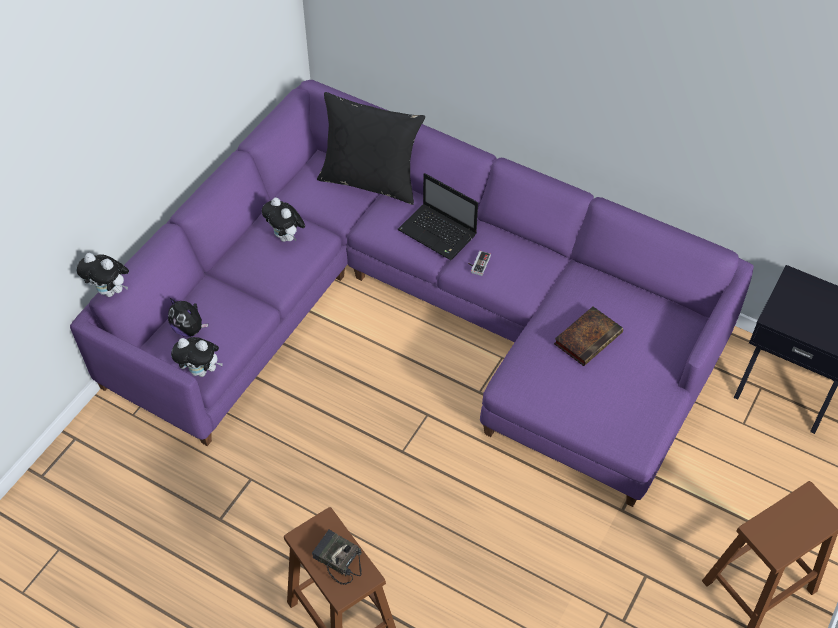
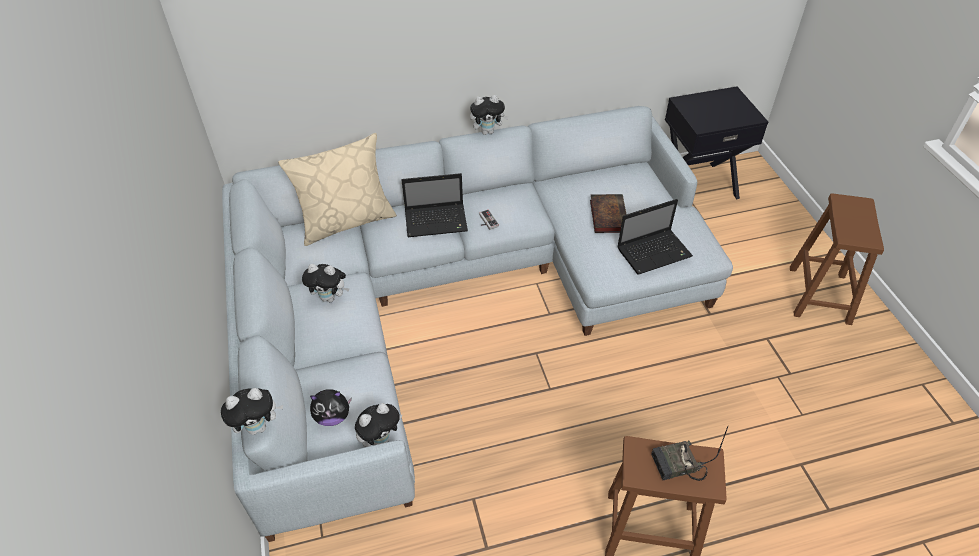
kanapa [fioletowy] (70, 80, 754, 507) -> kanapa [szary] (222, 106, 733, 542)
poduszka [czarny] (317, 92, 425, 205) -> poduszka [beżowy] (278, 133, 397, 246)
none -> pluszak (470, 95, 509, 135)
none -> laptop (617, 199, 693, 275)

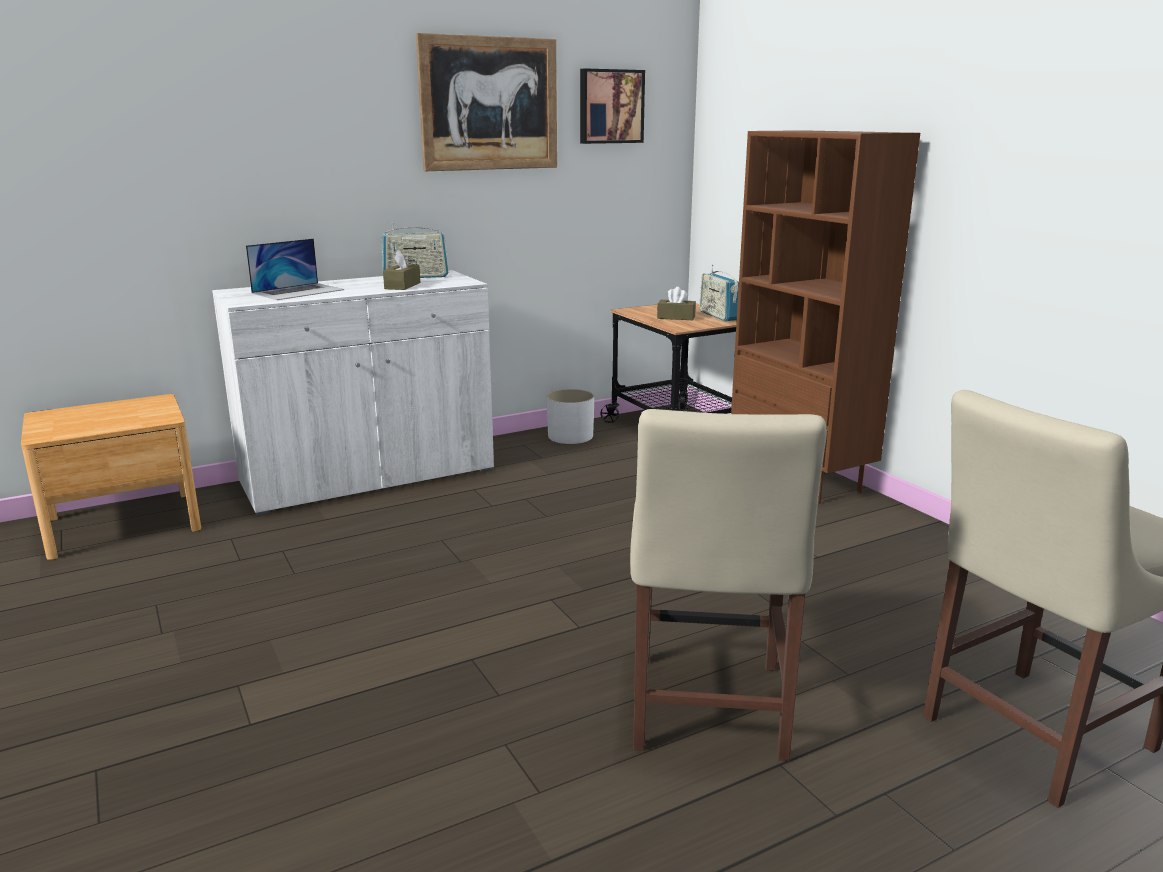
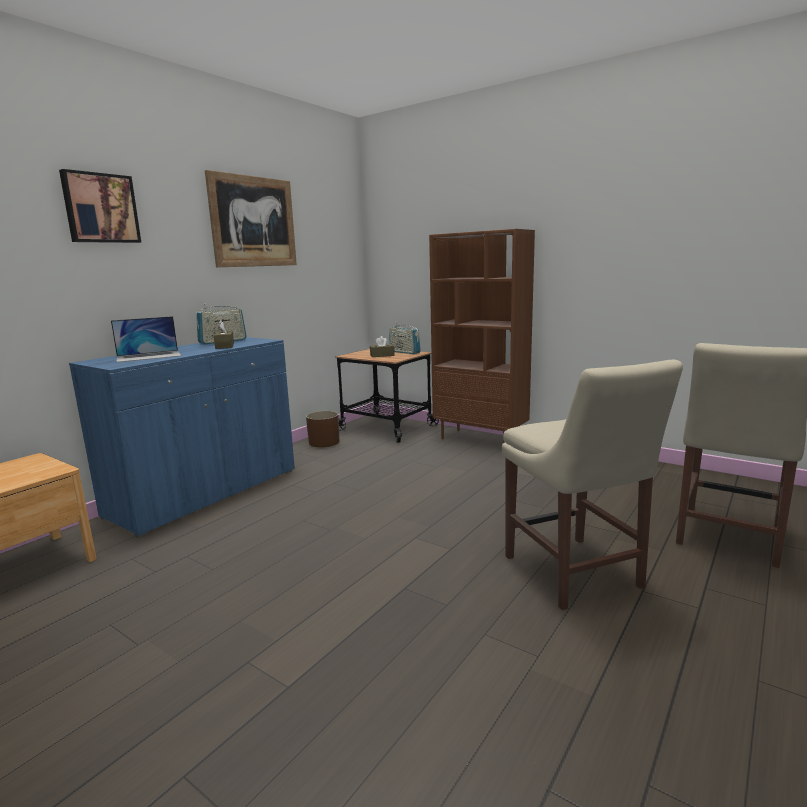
obraz (580, 68, 645, 144) -> obraz (59, 169, 141, 243), relocated
laptop (246, 238, 344, 300) -> laptop (111, 316, 181, 362), 45 degrees clockwise
szafka [biały] (212, 270, 494, 516) -> szafka [niebieski] (69, 337, 295, 538)
donica [biały] (547, 389, 594, 444) -> donica [brązowy] (306, 411, 339, 447)

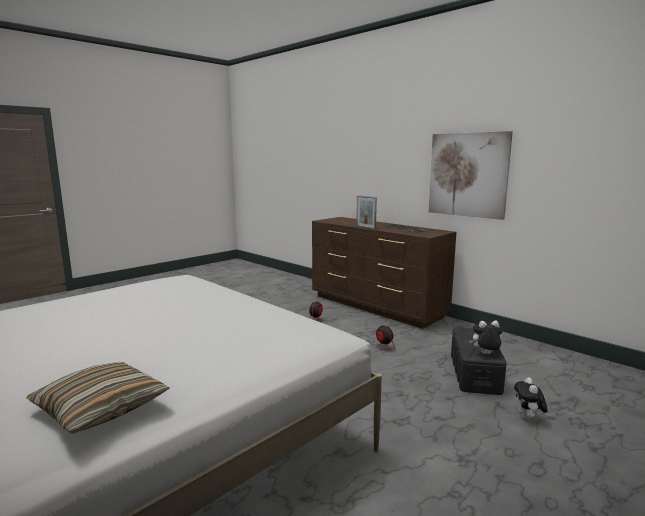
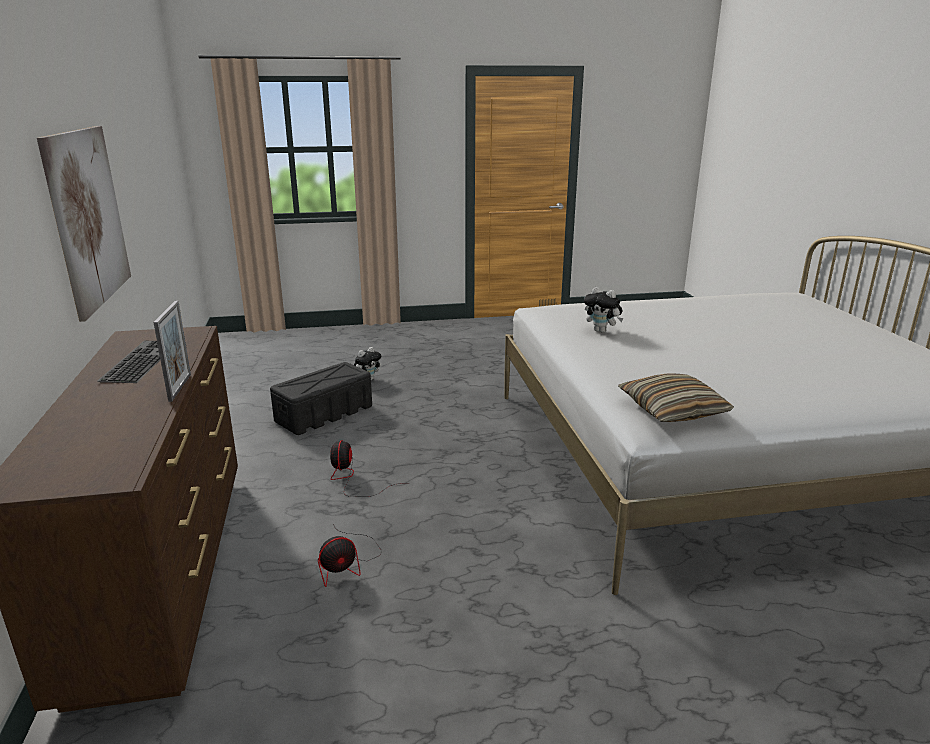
pluszak (469, 320, 503, 354) -> pluszak (584, 287, 623, 333), relocated
poduszka (27, 362, 170, 434) -> poduszka (618, 373, 734, 422), relocated

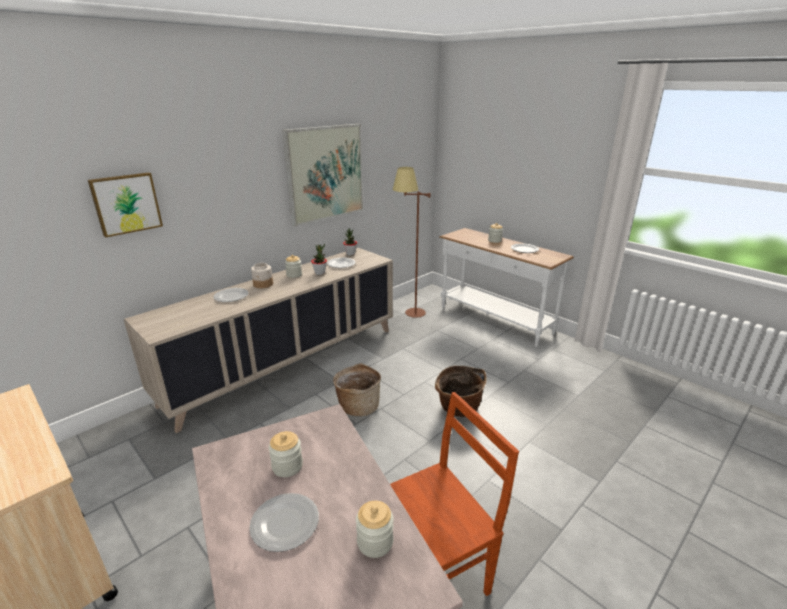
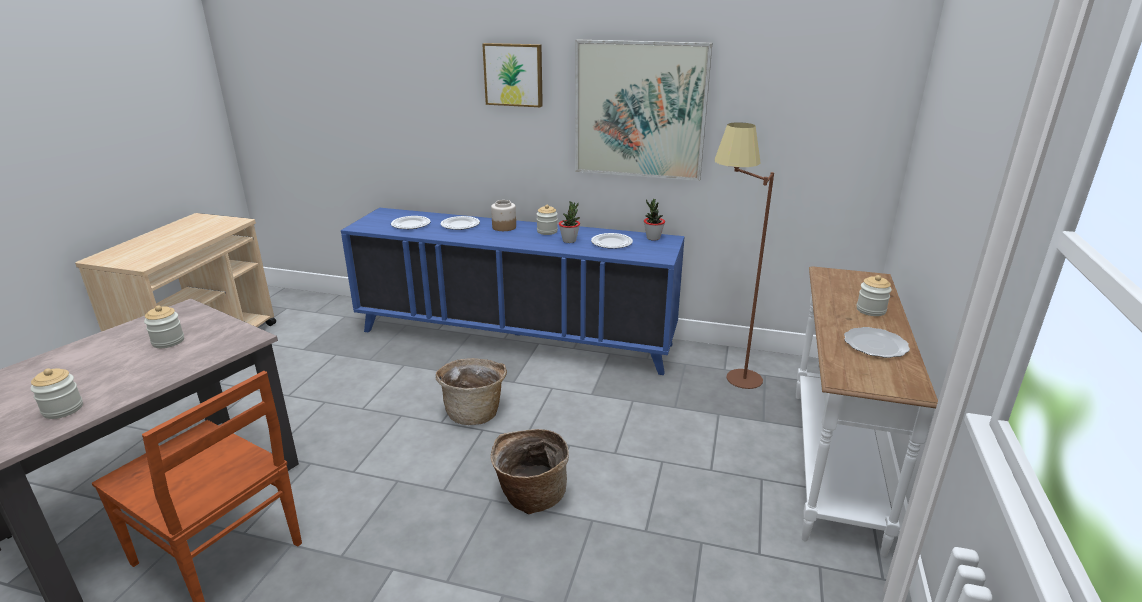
obraz (88, 172, 163, 237) -> obraz (482, 43, 543, 107), relocated
szafka [beżowy] (124, 248, 393, 433) -> szafka [niebieski] (341, 208, 685, 375)
talerz (249, 493, 319, 552) -> talerz (391, 216, 431, 229), relocated

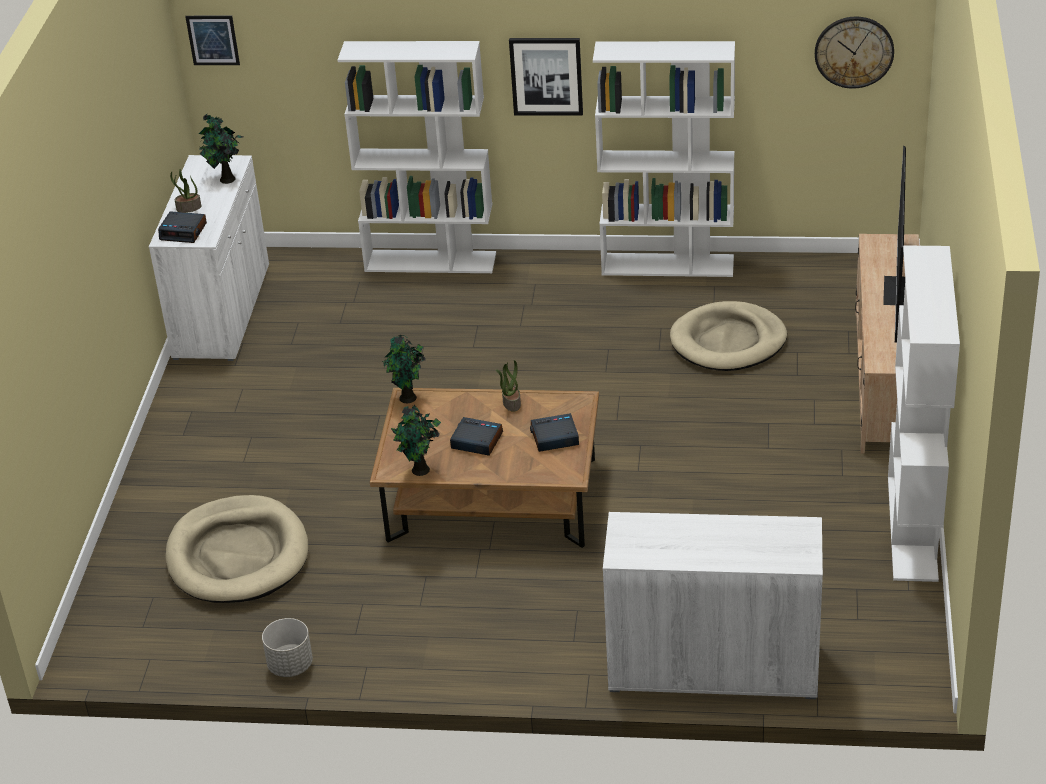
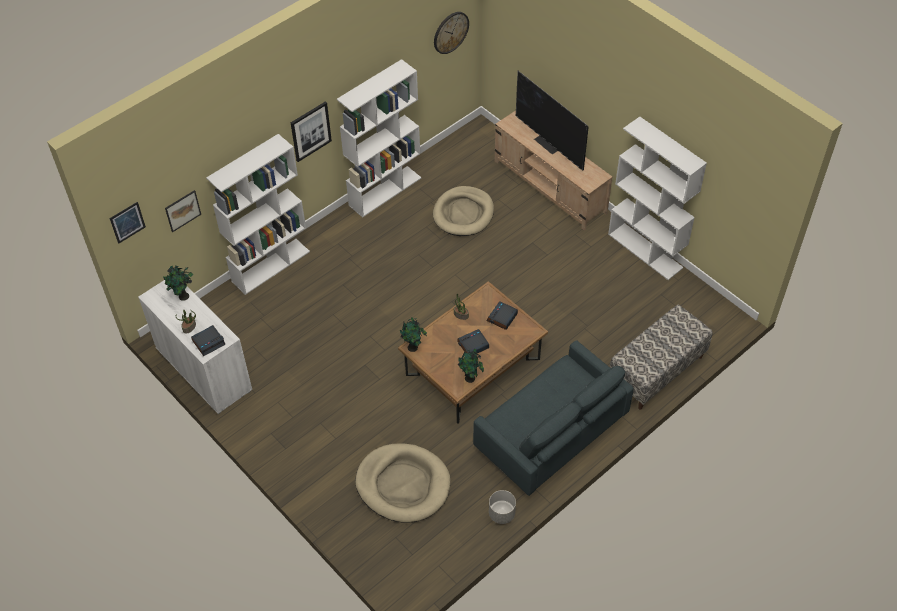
szafka [biały] (603, 512, 823, 699) -> ławka (610, 305, 713, 410)
none -> obraz (165, 190, 201, 232)
none -> kanapa [szary] (473, 340, 634, 496)

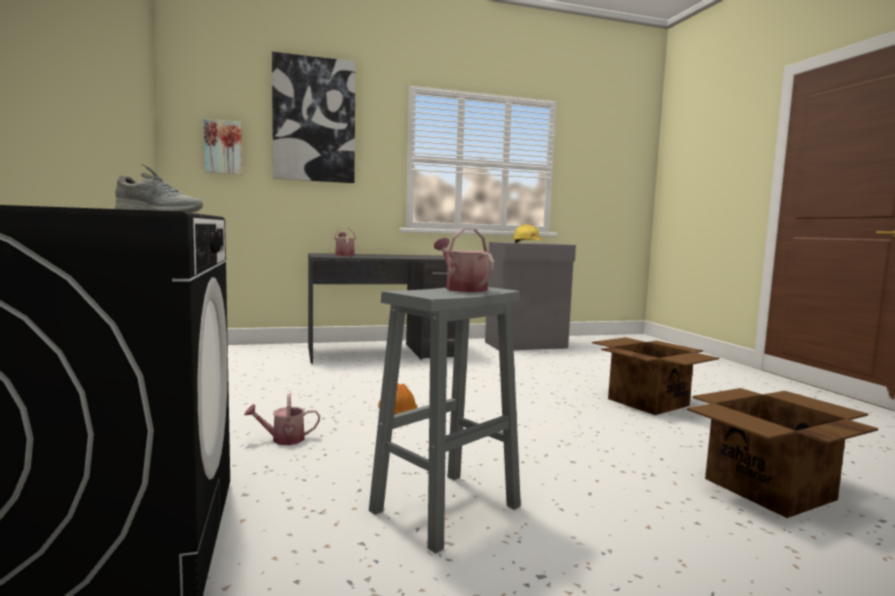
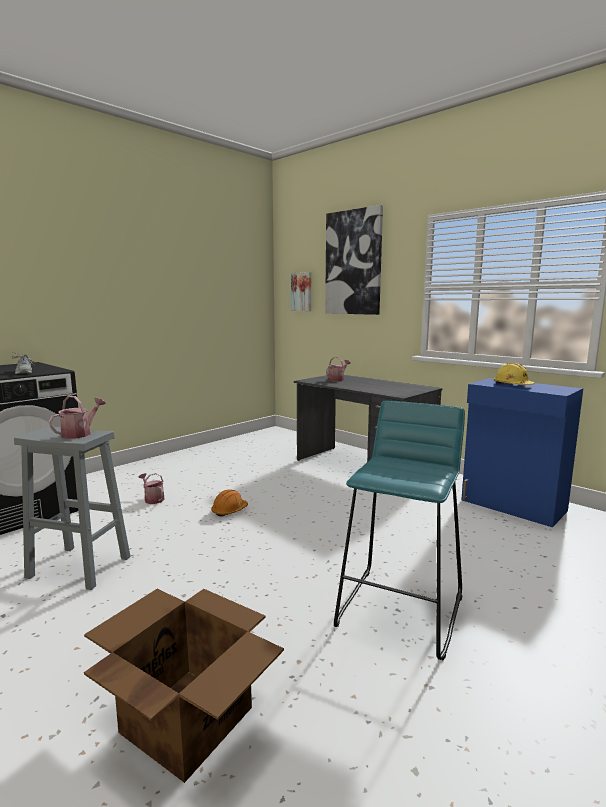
szafka [szary] (485, 242, 576, 350) -> szafka [niebieski] (461, 378, 583, 527)
karton (592, 337, 719, 415) -> stołek [turkusowy] (334, 401, 465, 660)

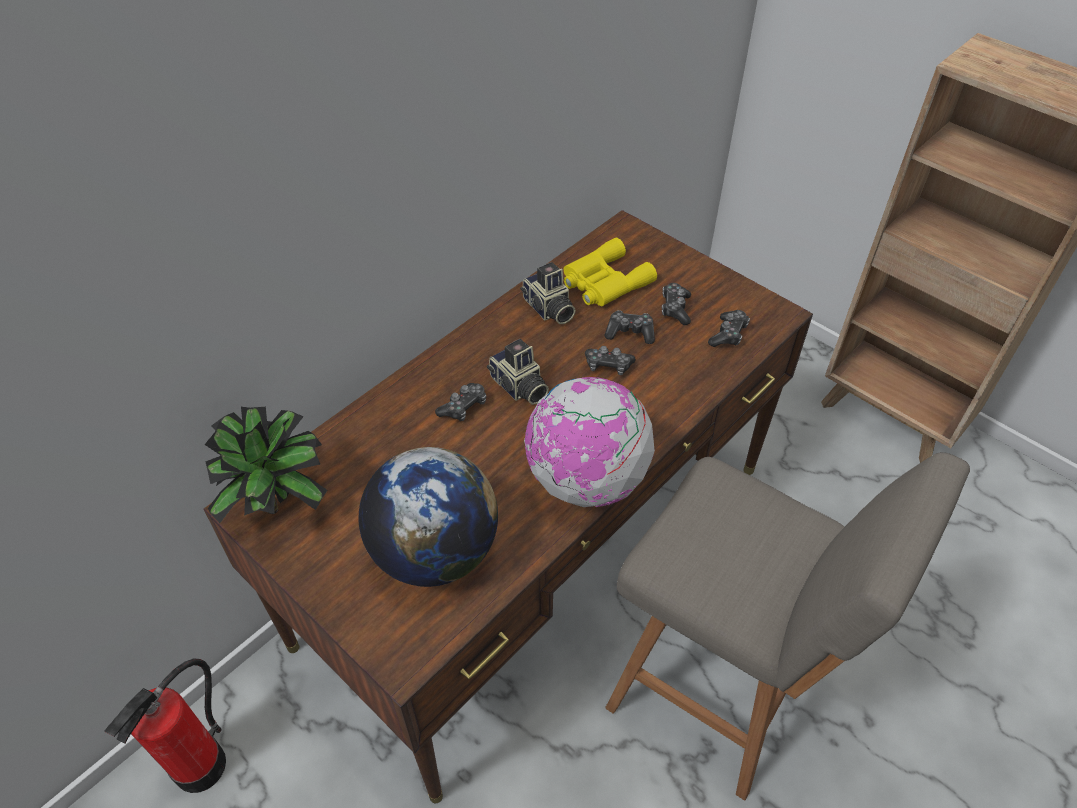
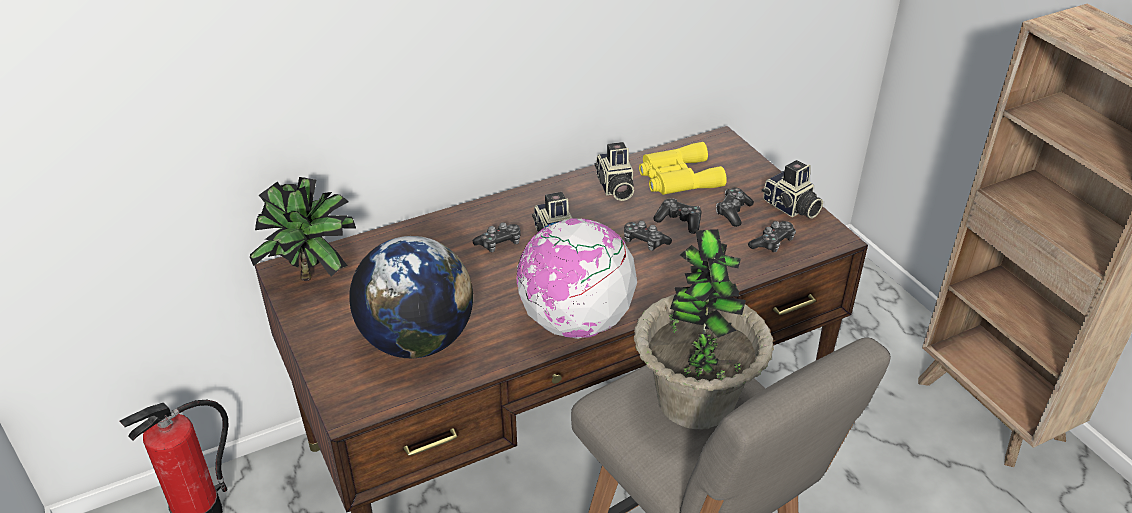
none -> aparat fotograficzny (762, 160, 823, 218)
none -> roślina doniczkowa (634, 229, 774, 429)

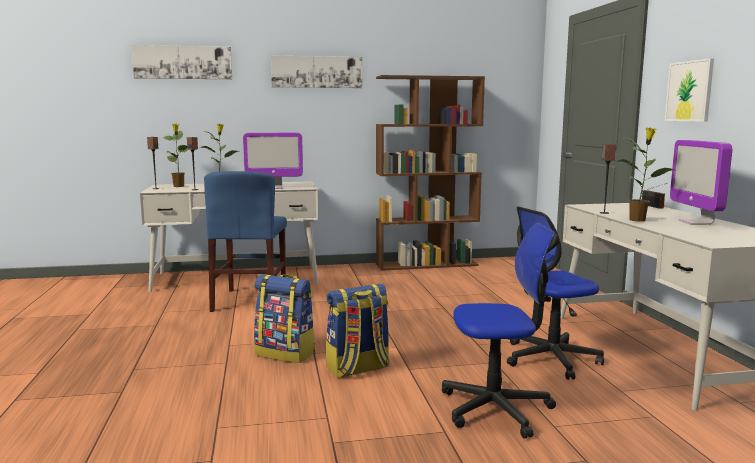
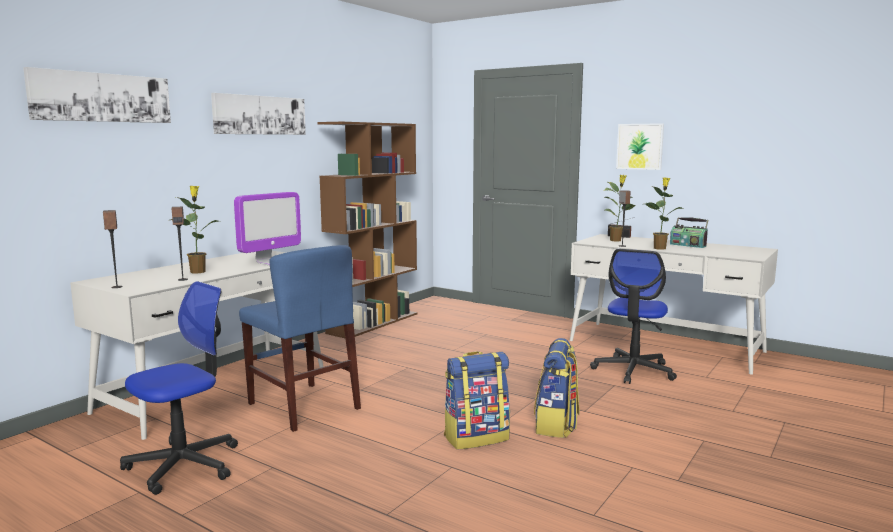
roślina doniczkowa (163, 124, 188, 187) -> roślina doniczkowa (604, 175, 636, 241), relocated
monitor (670, 140, 732, 225) -> radio (670, 217, 708, 248)
krzesło biurowe (442, 223, 556, 439) -> krzesło biurowe (120, 281, 238, 495), relocated

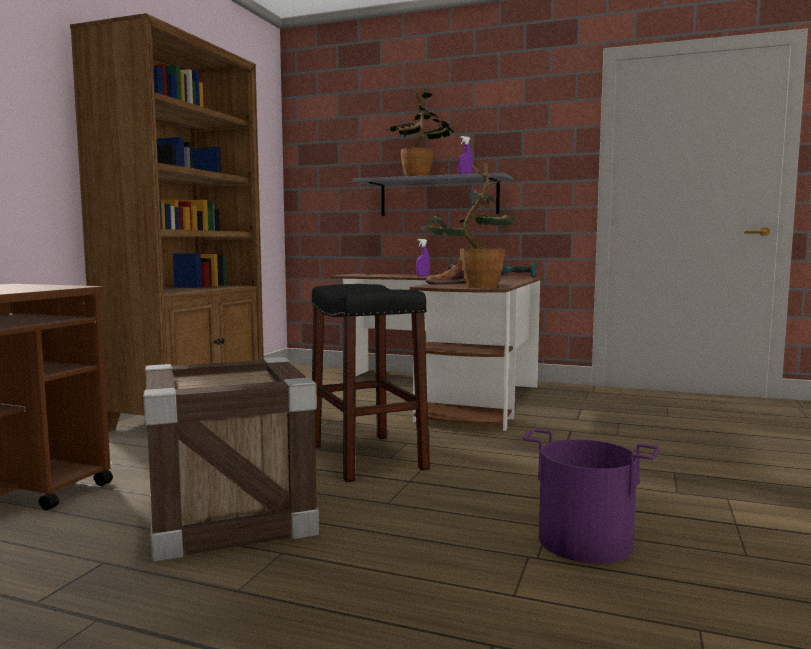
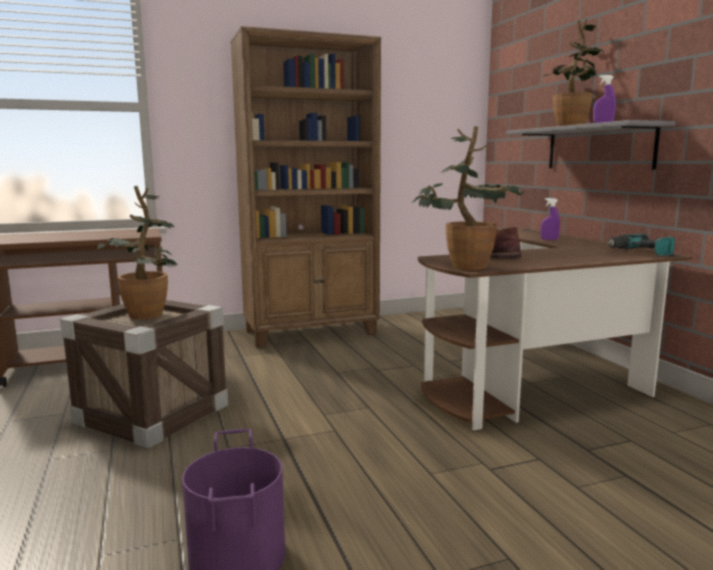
stołek [czarny] (311, 284, 430, 482) -> none
none -> roślina doniczkowa (97, 186, 178, 319)

